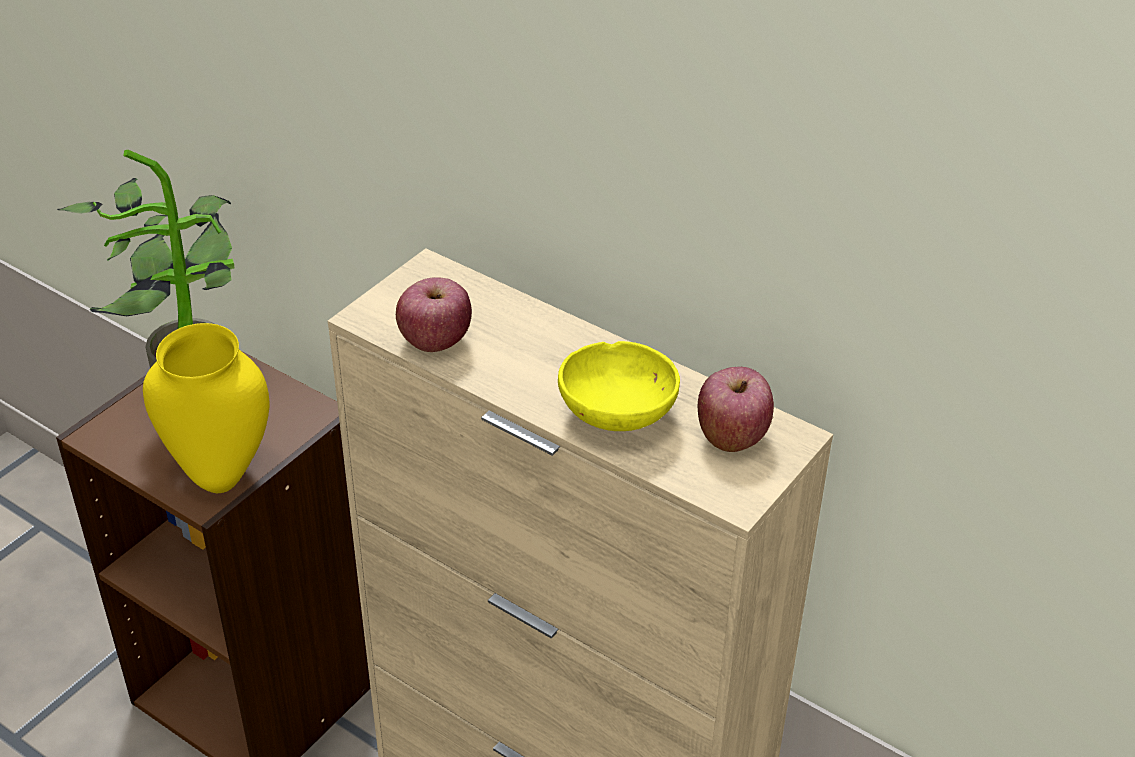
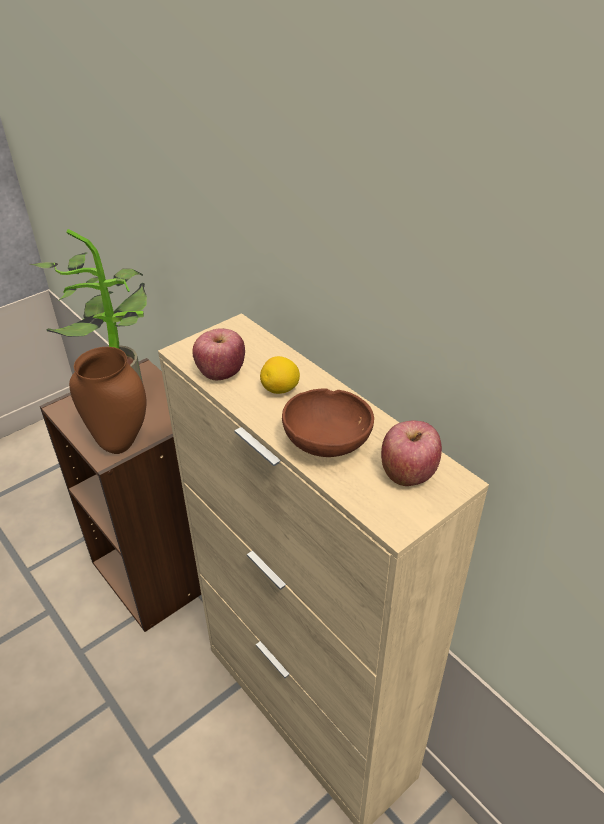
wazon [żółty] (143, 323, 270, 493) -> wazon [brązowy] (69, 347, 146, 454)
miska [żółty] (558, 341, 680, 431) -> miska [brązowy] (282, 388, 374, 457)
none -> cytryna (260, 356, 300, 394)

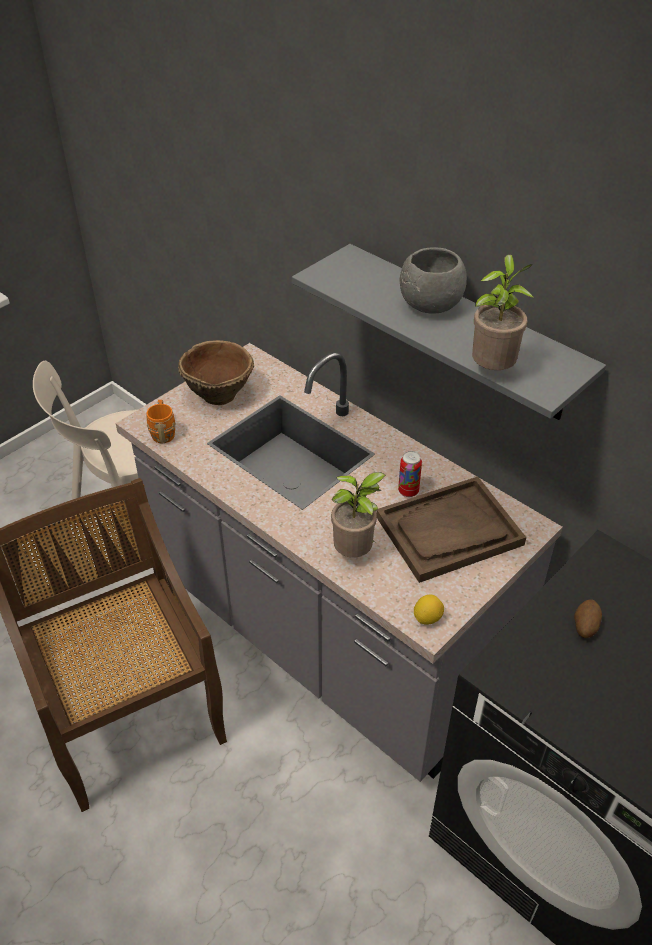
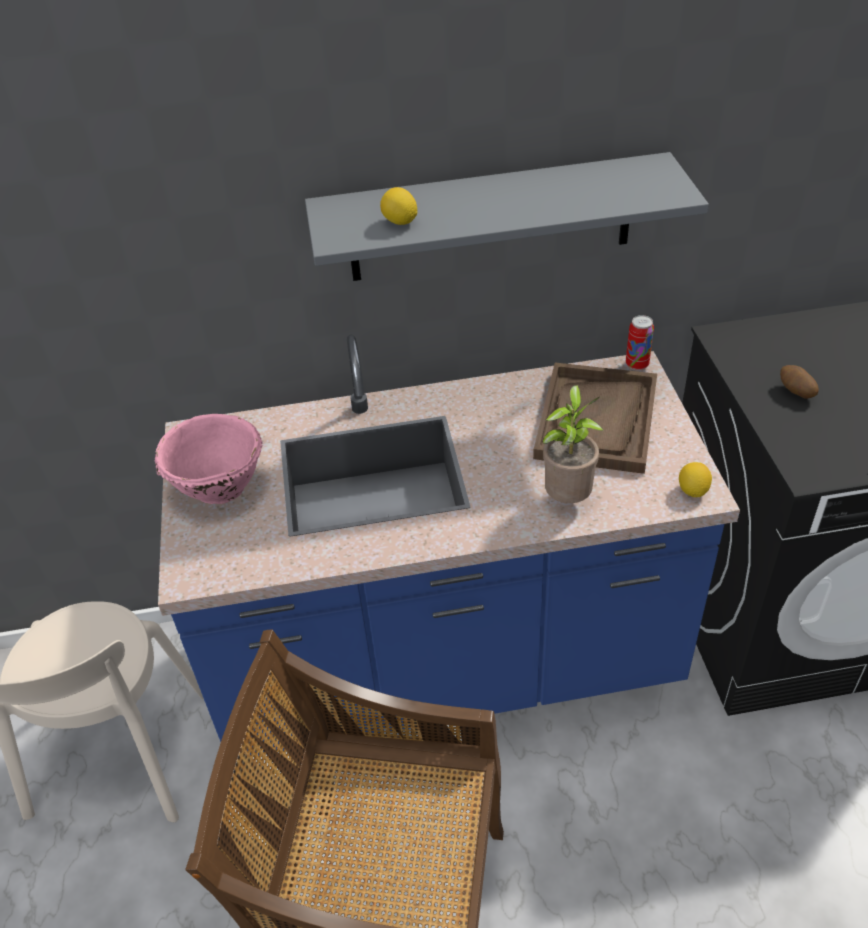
miska [szary] (400, 247, 467, 314) -> none
roślina doniczkowa (472, 254, 534, 370) -> none
miska [brązowy] (178, 340, 254, 405) -> miska [różowy] (154, 414, 262, 504)
zabudowa kuchenna [szary] (116, 343, 563, 782) -> zabudowa kuchenna [niebieski] (158, 334, 740, 756)
kubek [pomarańczowy] (146, 400, 176, 443) -> none
puszka (398, 451, 422, 497) -> puszka (626, 315, 654, 370), relocated
none -> cytryna (380, 187, 417, 225)

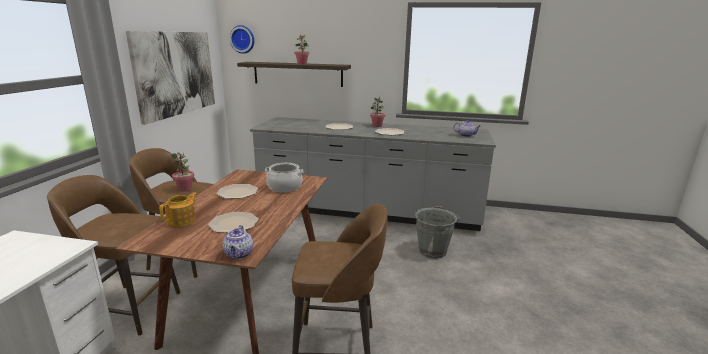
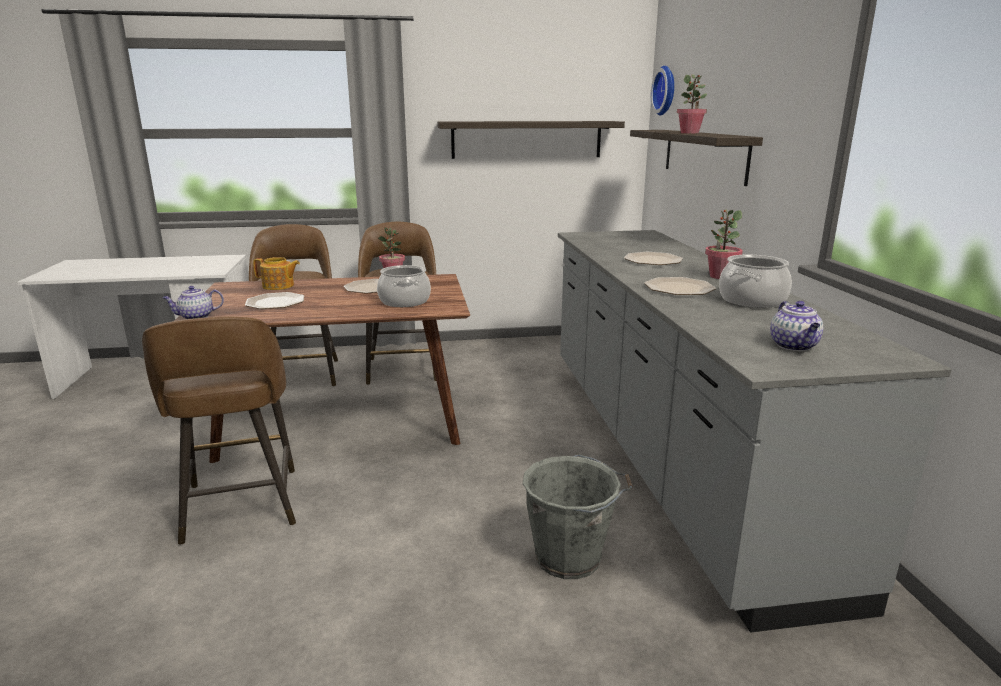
obraz (126, 31, 215, 125) -> półka (437, 121, 625, 159)
none -> garnek (719, 255, 792, 308)

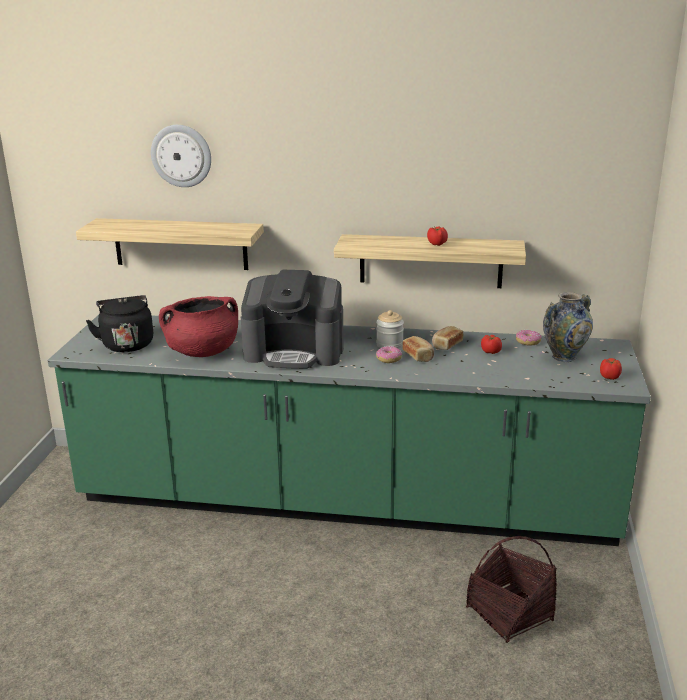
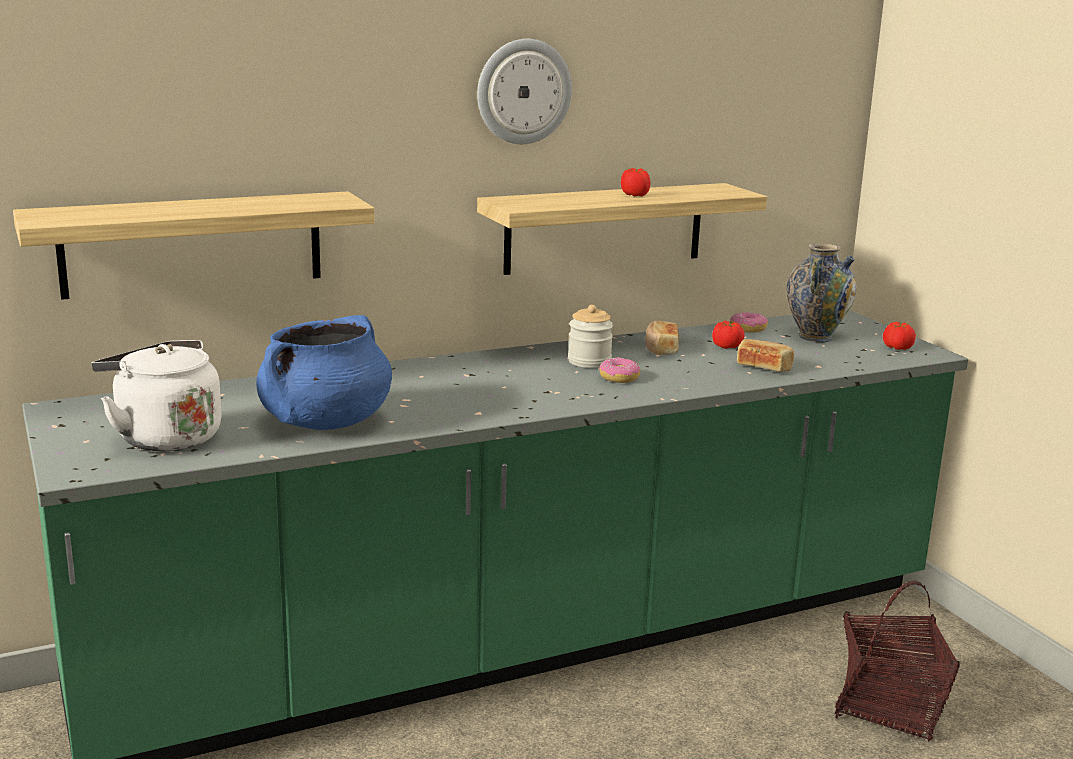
zegar ścienny (151, 125, 211, 187) -> zegar ścienny (477, 39, 572, 144), relocated
ekspres do kawy (241, 270, 344, 369) -> none
czajnik [czarny] (86, 295, 153, 352) -> czajnik [biały] (91, 340, 221, 451)
garnek [czerwony] (159, 296, 238, 357) -> garnek [niebieski] (256, 315, 392, 430)
chleb (403, 336, 434, 362) -> chleb (737, 339, 794, 372), relocated

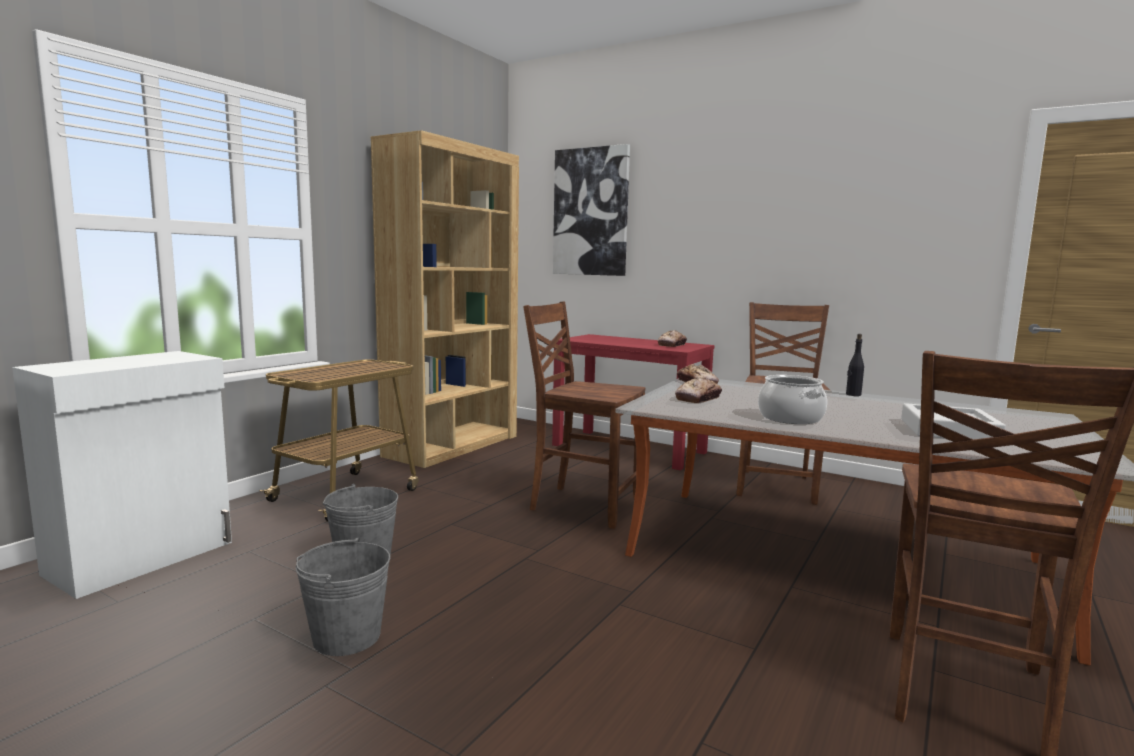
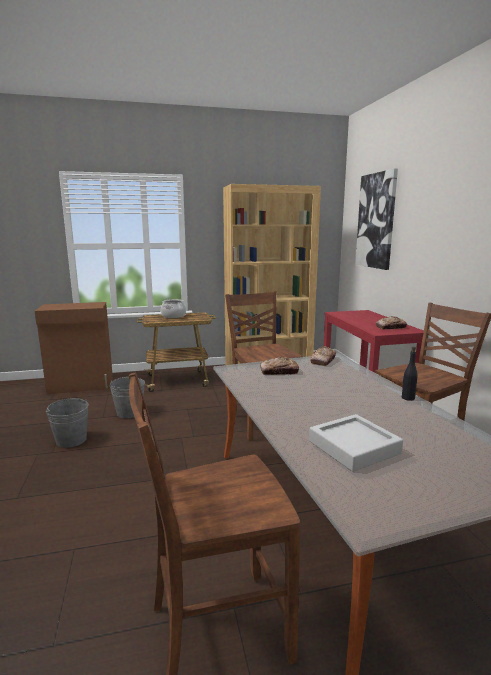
szafka [biały] (12, 351, 232, 599) -> szafka [brązowy] (35, 302, 113, 394)
garnek (758, 375, 827, 424) -> garnek (161, 299, 186, 318), relocated

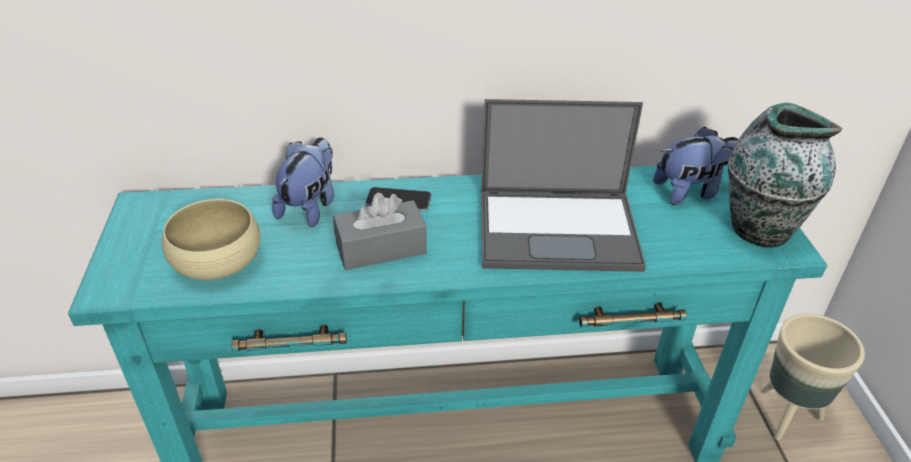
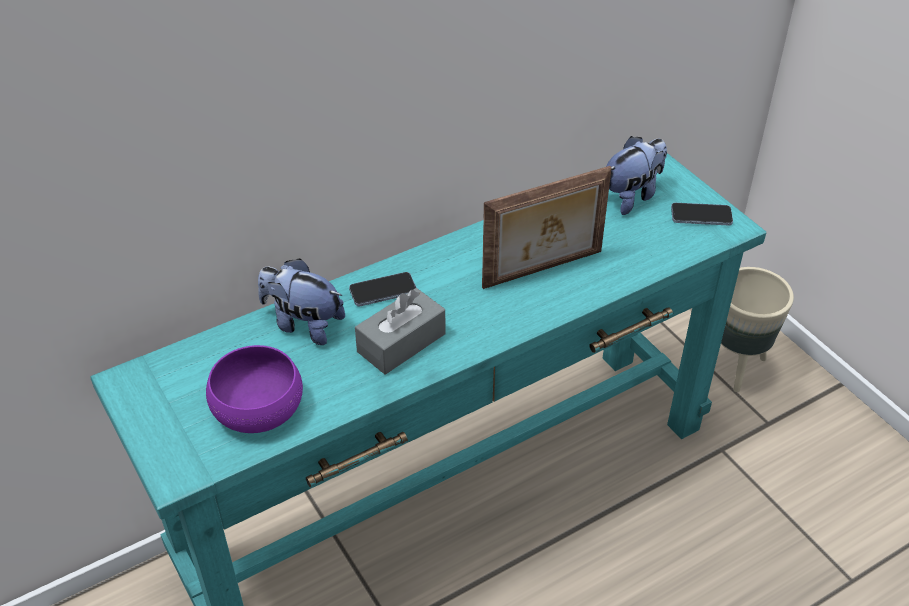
laptop (481, 99, 646, 272) -> ramka na zdjęcie (482, 166, 612, 289)
wazon (728, 103, 842, 248) -> telefon (671, 203, 733, 226)
pluszak (272, 137, 334, 228) -> pluszak (258, 258, 345, 345), 60 degrees counterclockwise
miska [beżowy] (162, 199, 260, 280) -> miska [fioletowy] (206, 345, 303, 433)

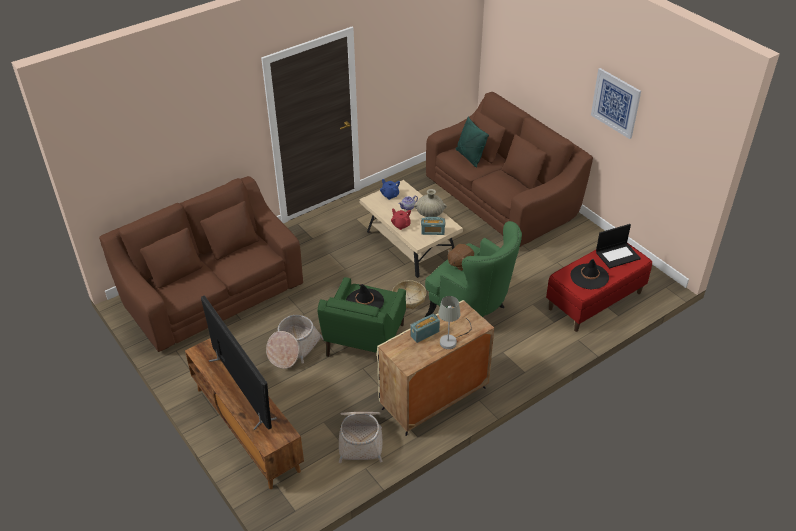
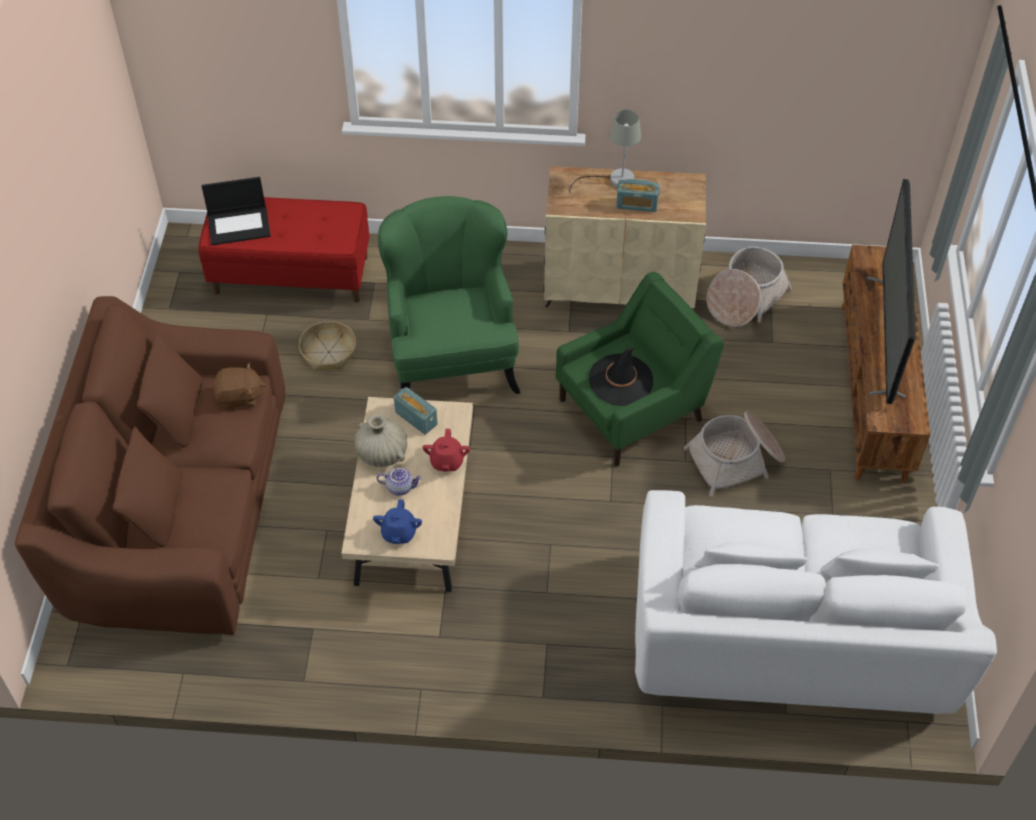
obraz (591, 68, 641, 139) -> none
poduszka [zielony] (456, 116, 489, 168) -> none
kanapa [brązowy] (99, 176, 303, 352) -> kanapa [biały] (635, 490, 997, 714)
laptop (596, 224, 641, 268) -> laptop (202, 177, 271, 245), 150 degrees clockwise
pluszak [brązowy] (447, 244, 474, 271) -> pluszak [brązowy] (213, 363, 266, 409), relocated
kapelusz [czarny] (570, 259, 609, 289) -> none
koszyk (392, 280, 426, 309) -> koszyk (299, 321, 356, 370), relocated

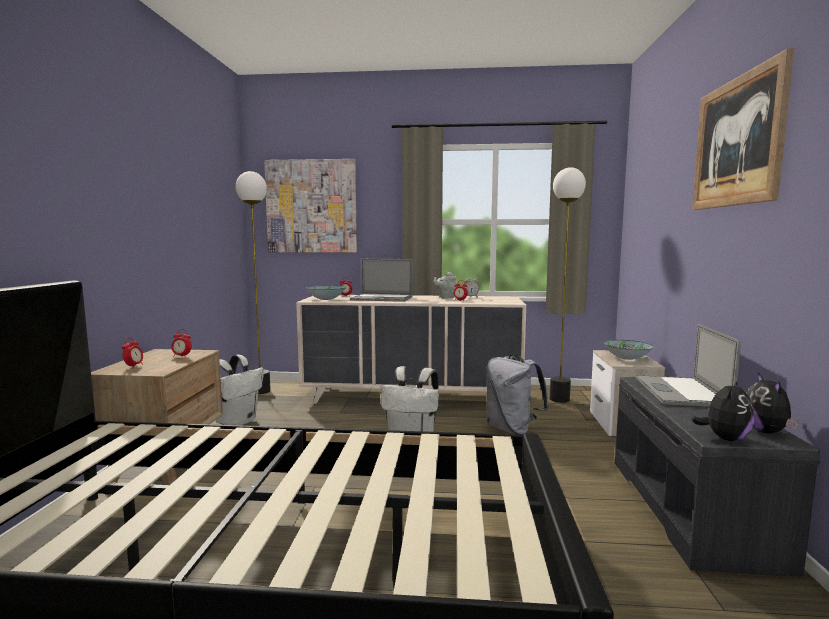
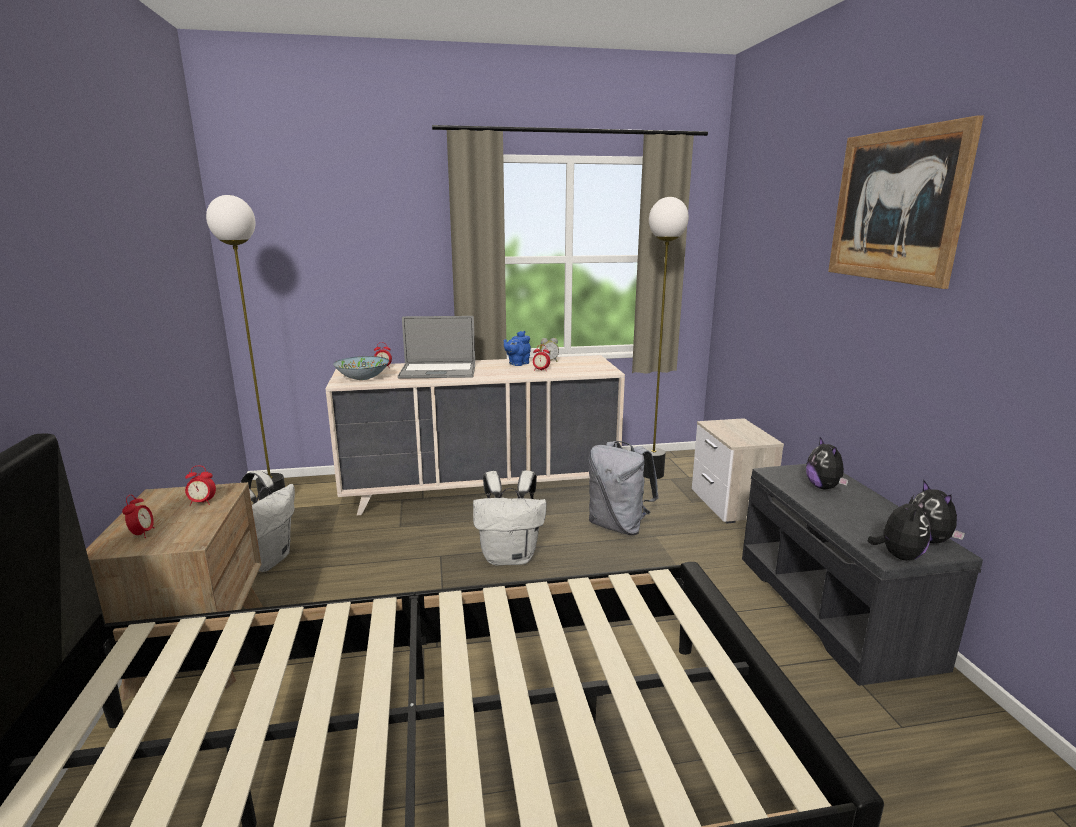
obraz (264, 159, 357, 253) -> none
imbryk [szary] (434, 272, 456, 299) -> imbryk [niebieski] (504, 331, 531, 366)
laptop (635, 324, 741, 407) -> pluszak (806, 437, 848, 490)
miska (603, 340, 654, 360) -> none

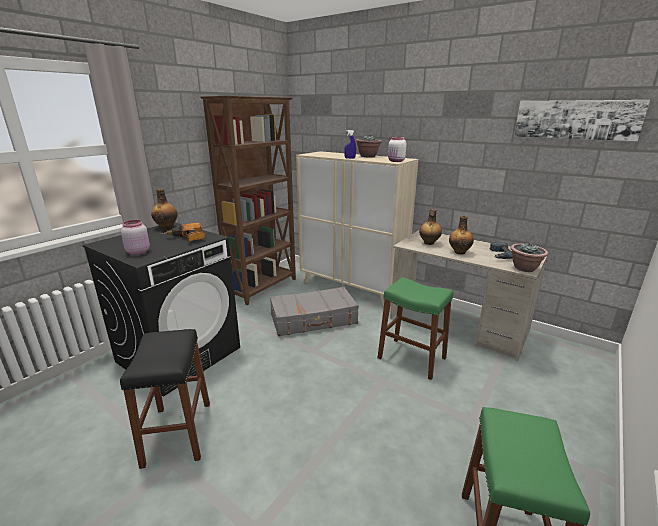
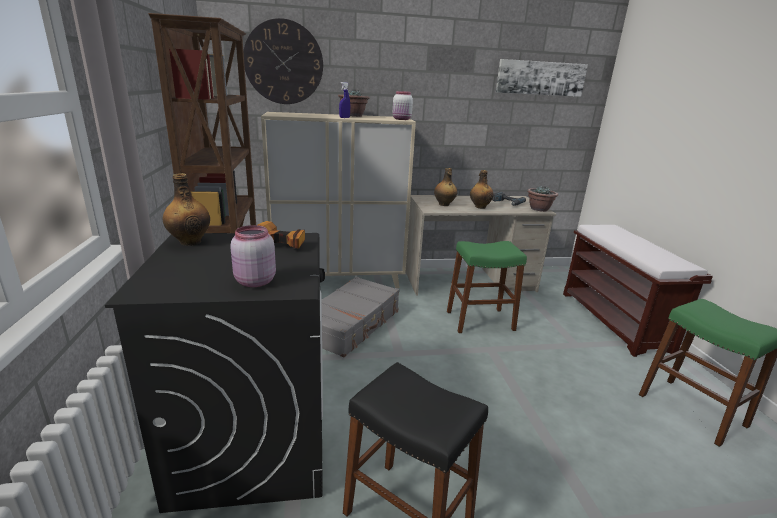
none -> zegar ścienny (243, 18, 323, 104)
none -> ławka [brązowy] (563, 225, 713, 357)

